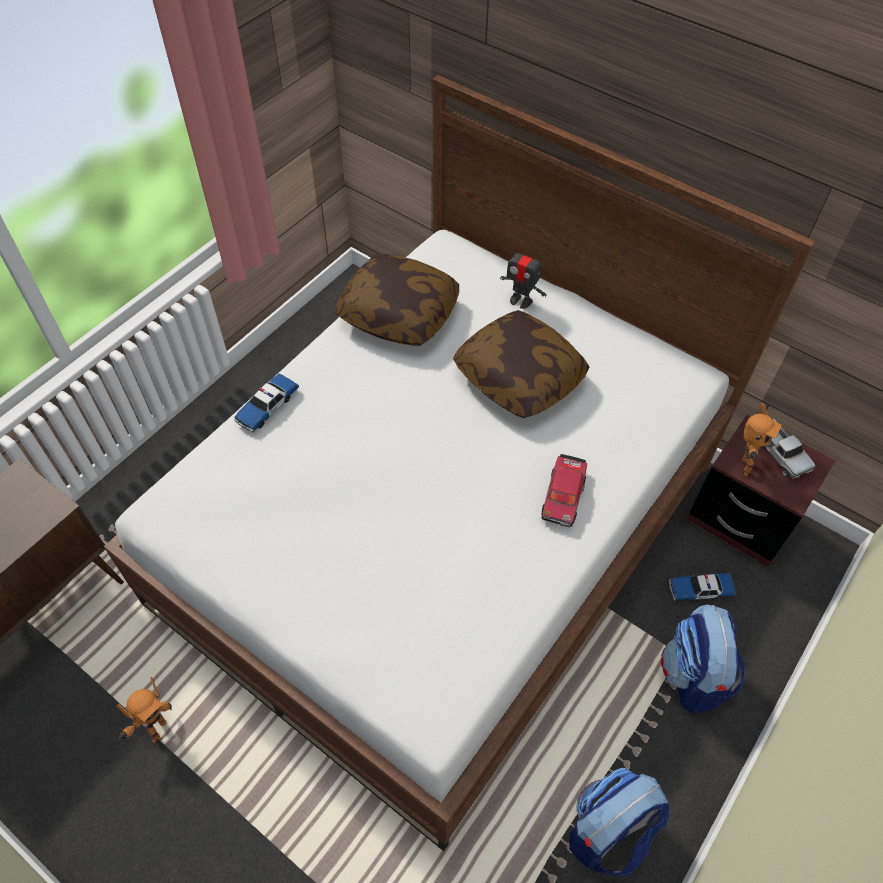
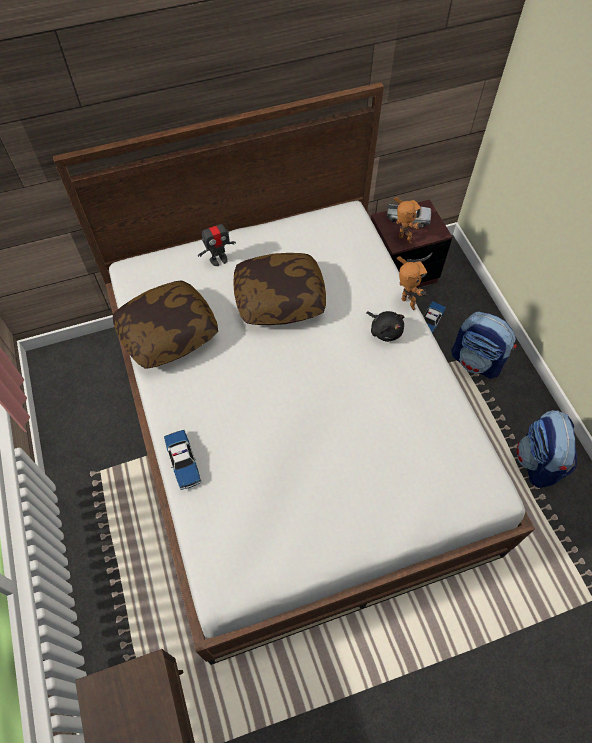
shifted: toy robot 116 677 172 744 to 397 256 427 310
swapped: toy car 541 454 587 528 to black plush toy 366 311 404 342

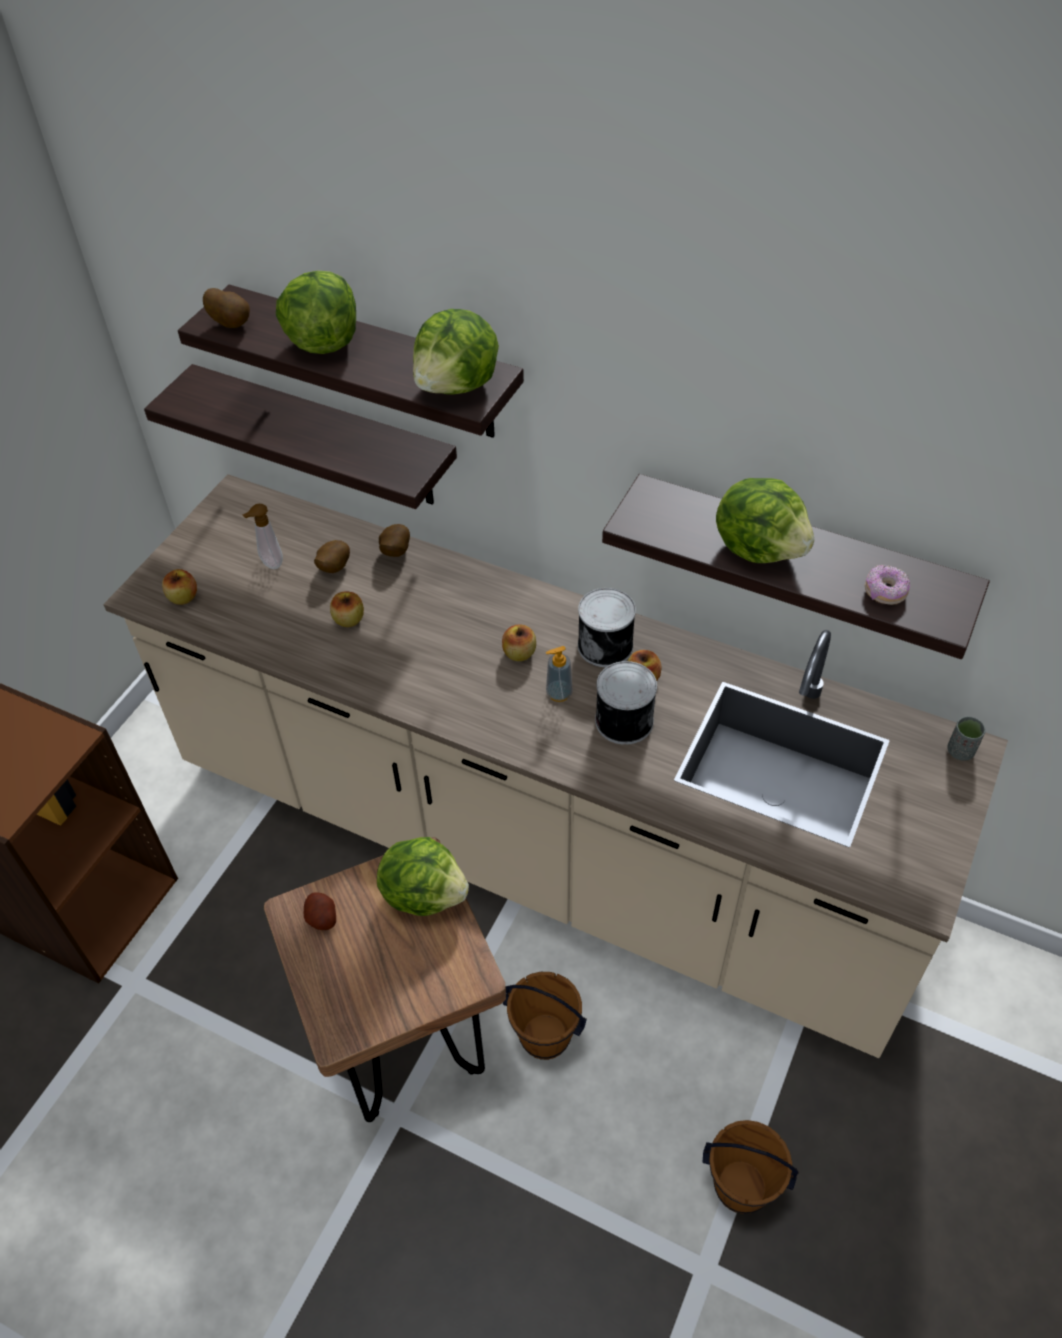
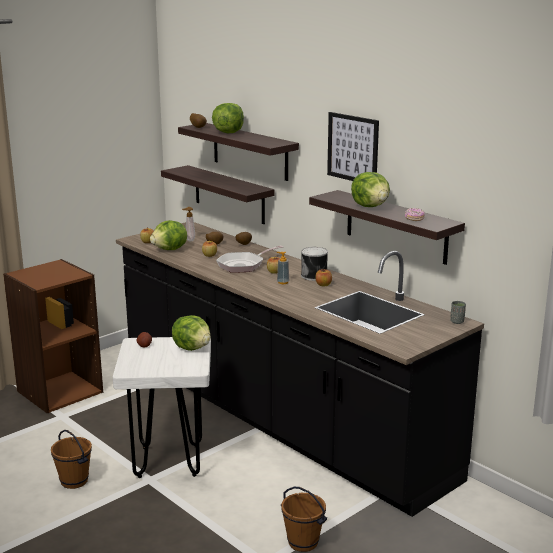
gone: can 595 661 657 745
new: frying pan 216 245 283 273; picture 327 112 379 181
shifted: lettuce 413 309 499 395 to 150 220 187 250; brown bucket 503 972 587 1060 to 51 430 92 489
repainted: beige counter 103 474 1008 1058 to black counter 116 222 484 517; brown stool 264 837 506 1122 to white stool 113 337 211 478

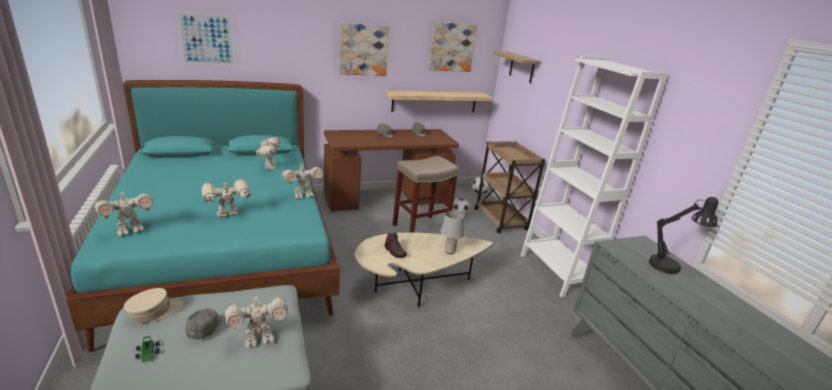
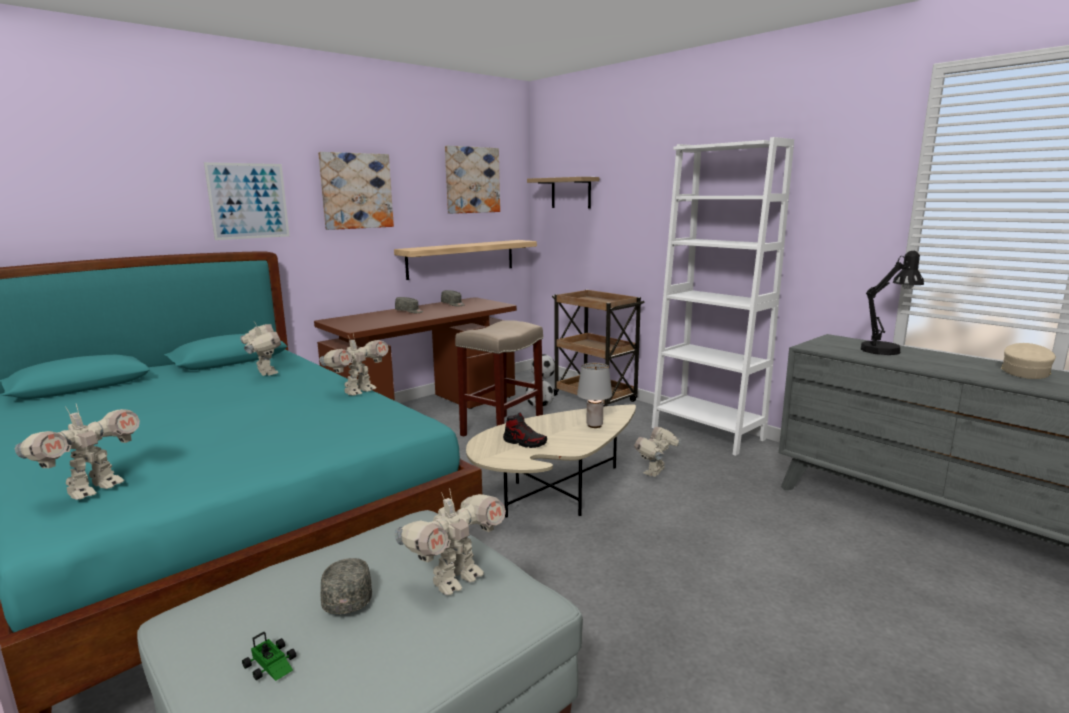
shifted: beige cap 124 288 183 323 to 1001 343 1056 379; picture 177 12 236 66 to 204 162 290 240; toy robot 202 179 251 218 to 634 427 681 477

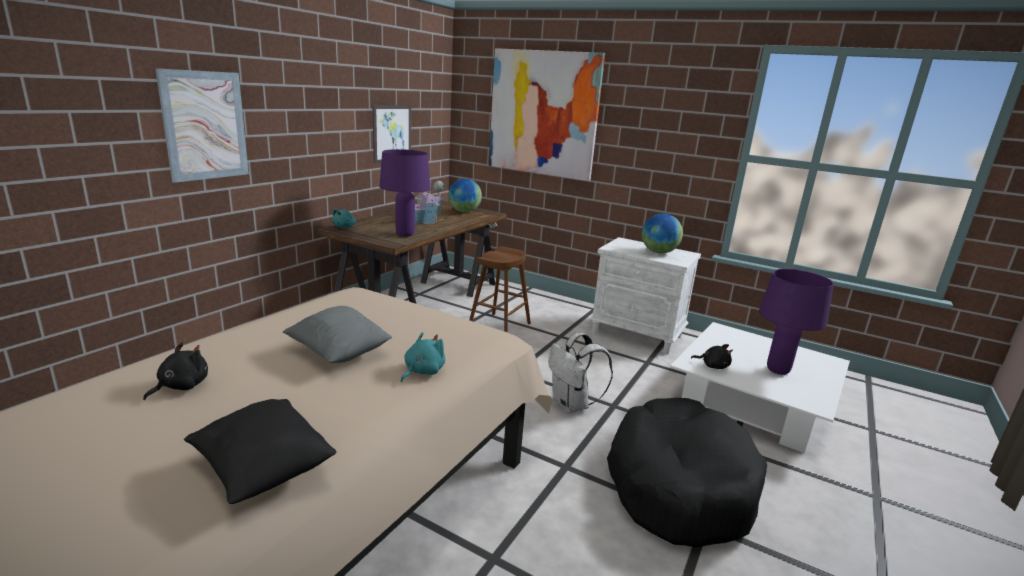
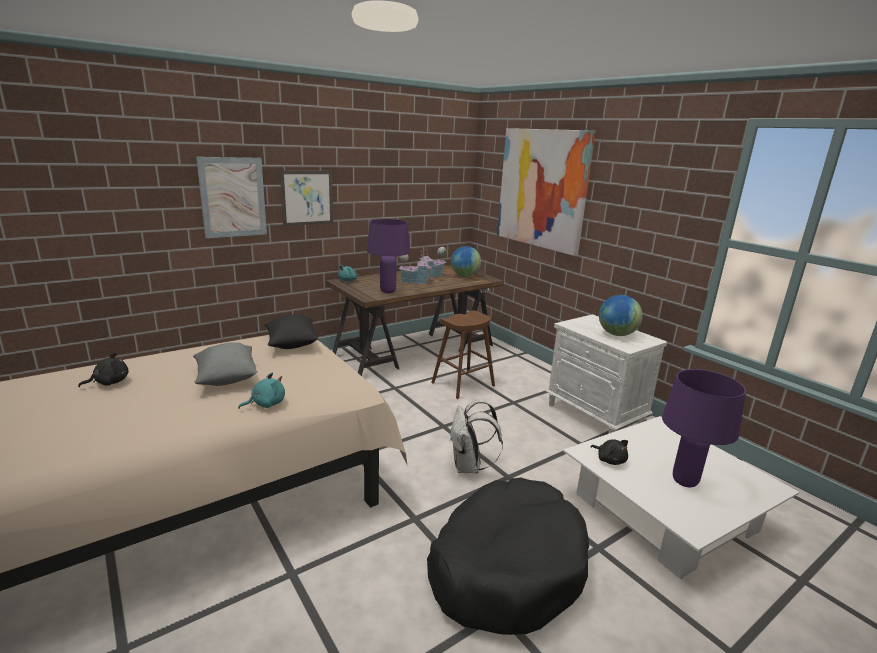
shifted: black pillow 184 399 337 504 to 264 314 319 349; picture 372 105 411 163 to 280 170 333 226

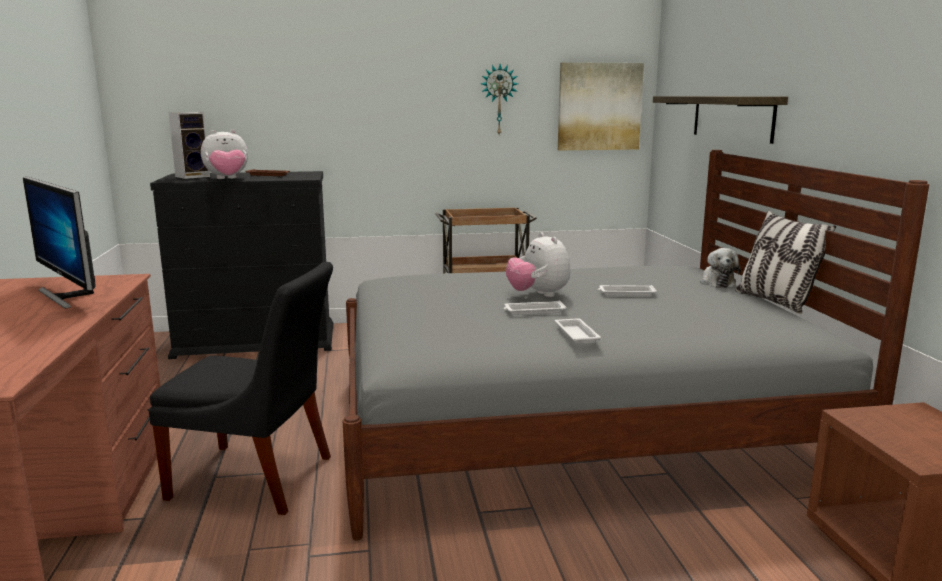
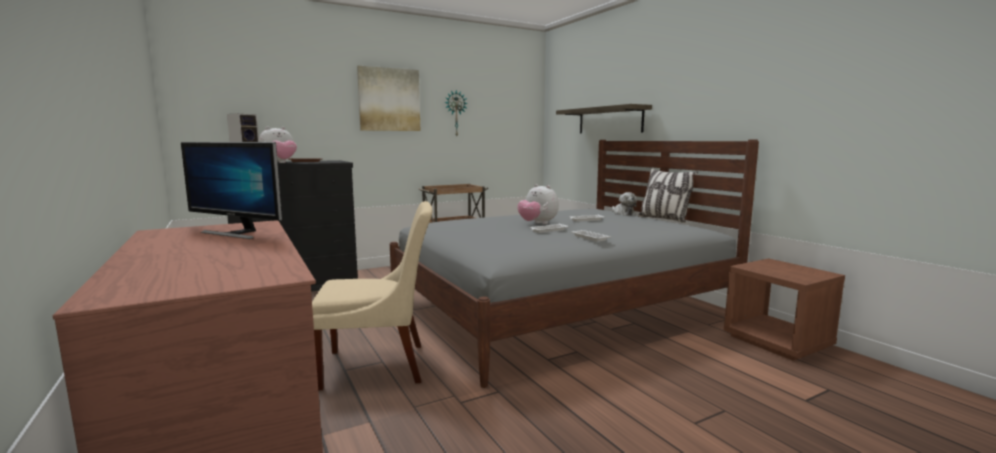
shifted: picture 558 62 644 150 to 357 66 420 131
repainted: black chair 149 262 333 515 to beige chair 312 201 433 390

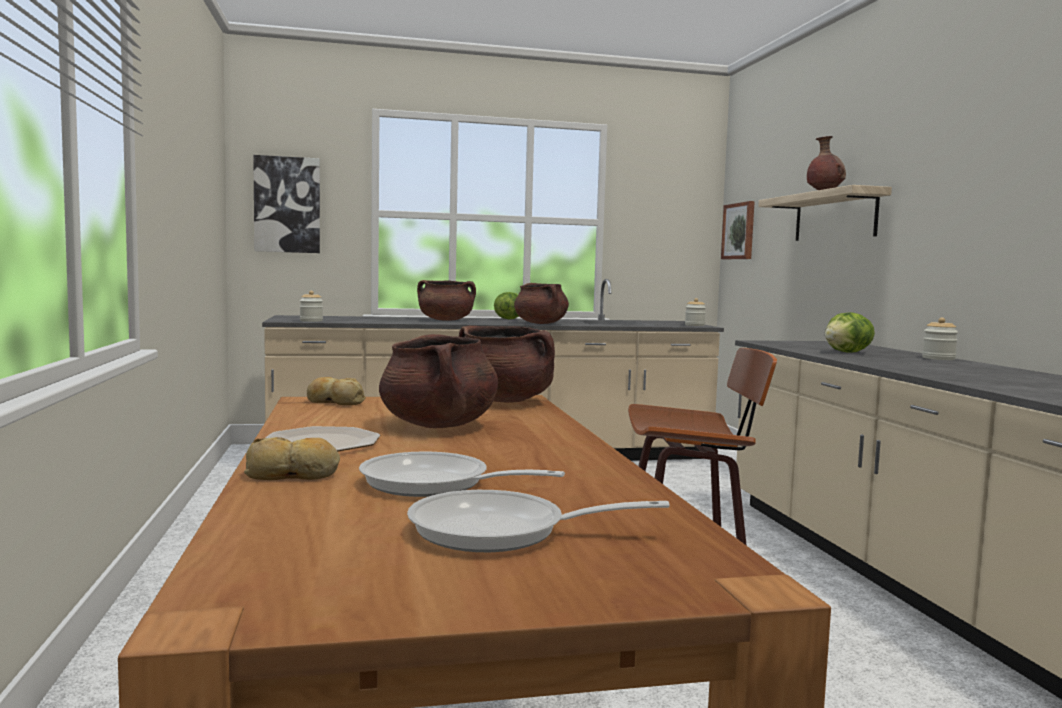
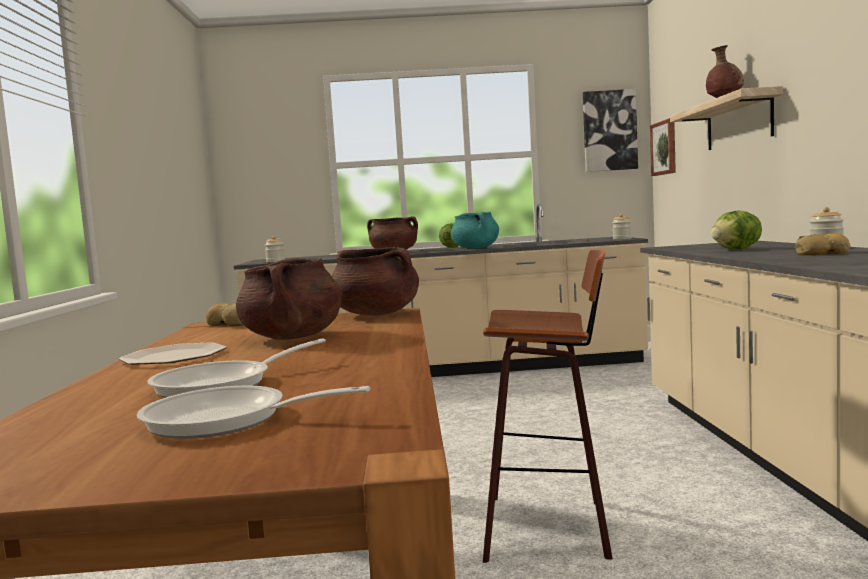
shifted: bread 244 437 340 480 to 795 233 851 255; picture 253 155 320 253 to 583 89 638 172
repainted: brown cooking pot 514 283 569 324 to turquoise cooking pot 451 212 499 249
rotated: frying pan 359 452 565 497 = 147 338 326 398 75 degrees counterclockwise

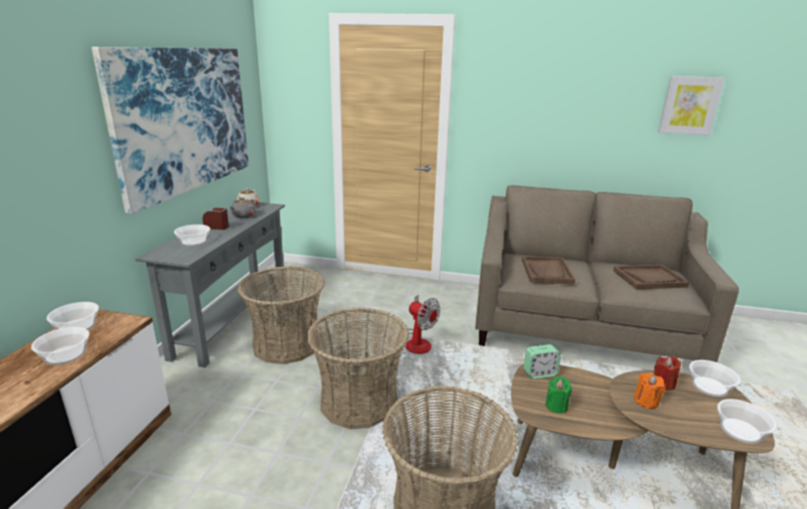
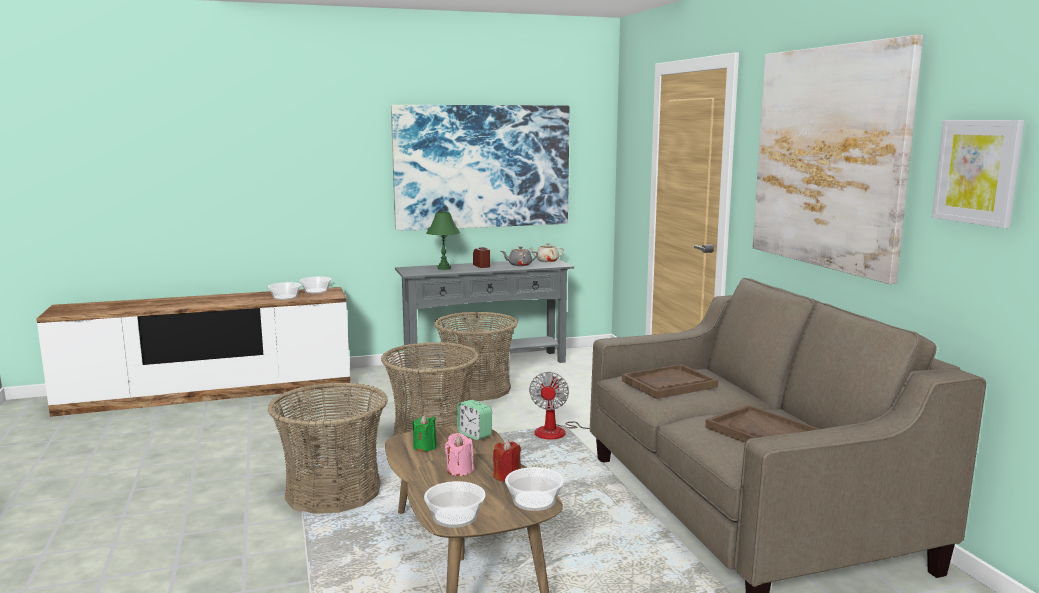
new: picture 753 35 923 284
swapped: bowl 174 224 210 246 to green table lamp 426 212 460 270
repainted: orange candle 634 373 665 409 to pink candle 445 433 474 476

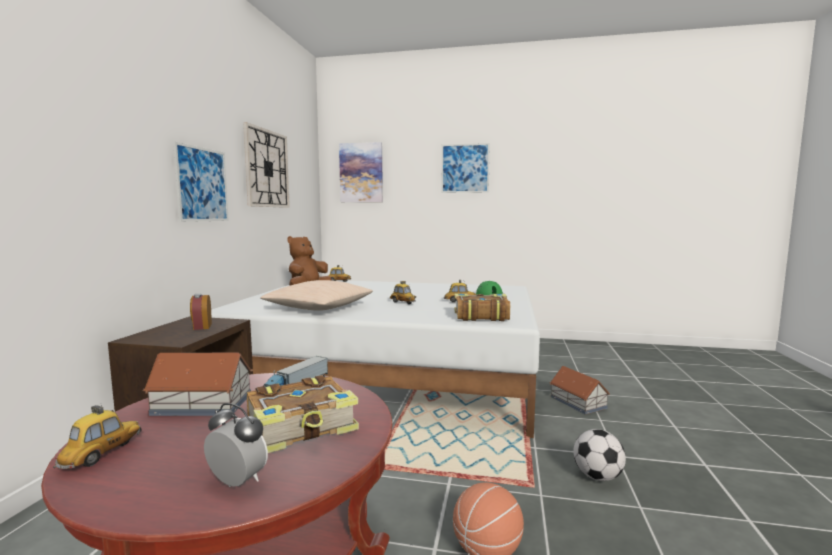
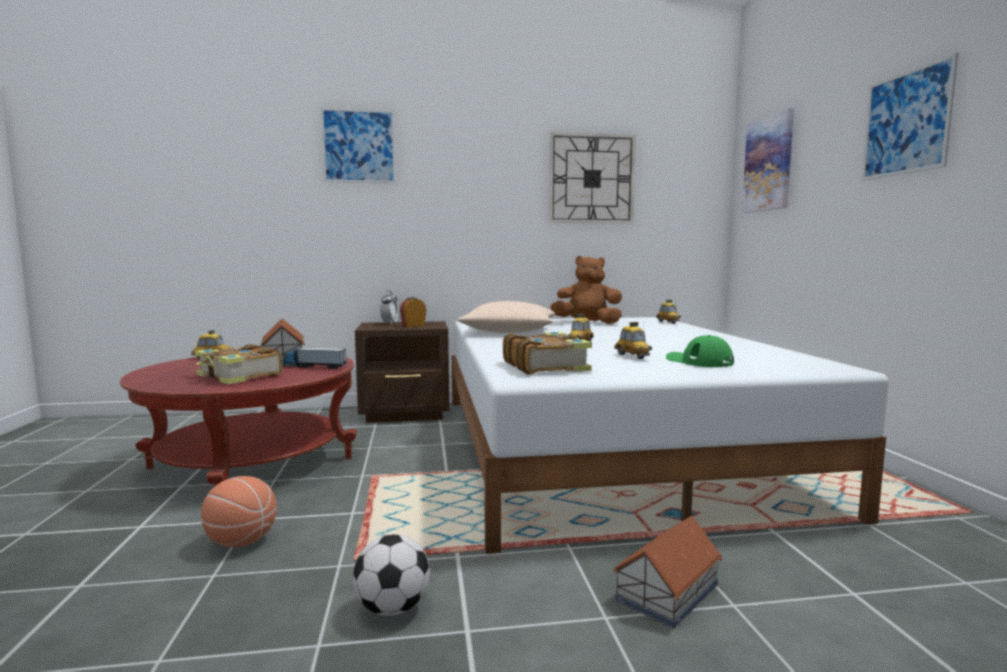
shifted: picture 173 141 229 222 to 321 108 396 183; alarm clock 204 403 268 487 to 380 290 398 324

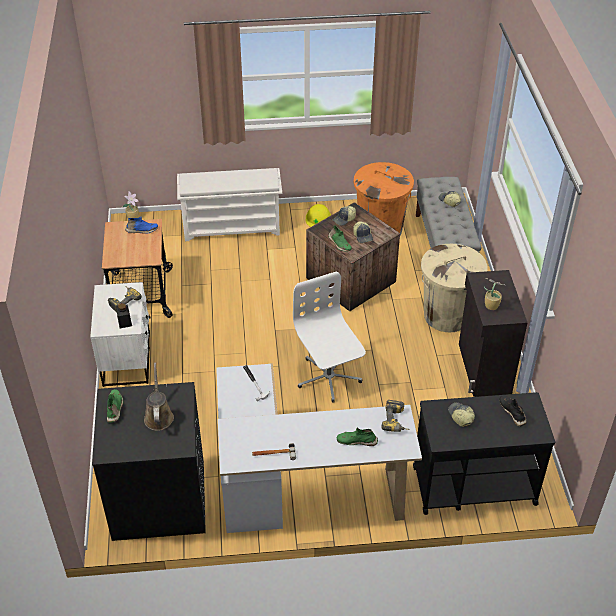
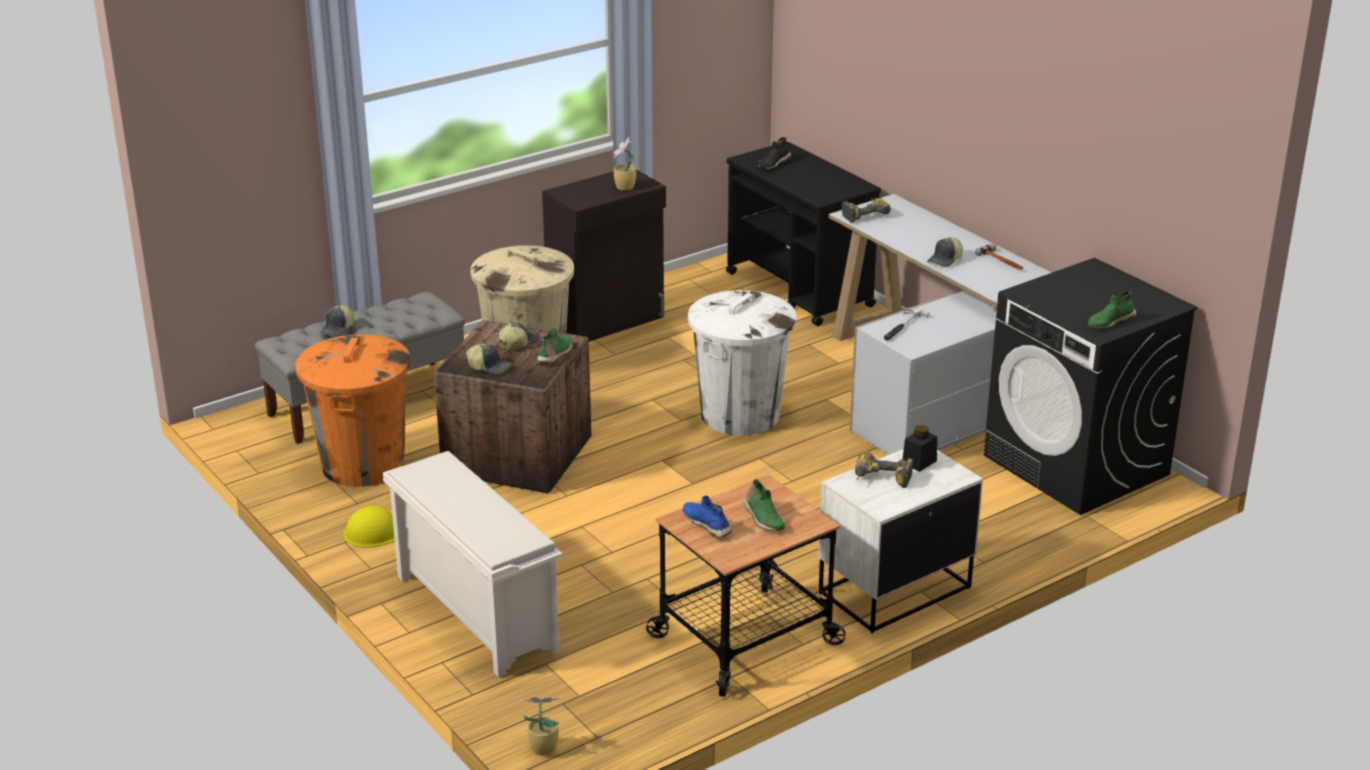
gone: brown watering can 144 362 174 431
shifted: green shoe 337 428 378 446 to 744 479 785 531; cap 448 403 475 427 to 927 237 963 267
swapped: white office chair 293 272 366 403 to white trash can 688 290 796 435

